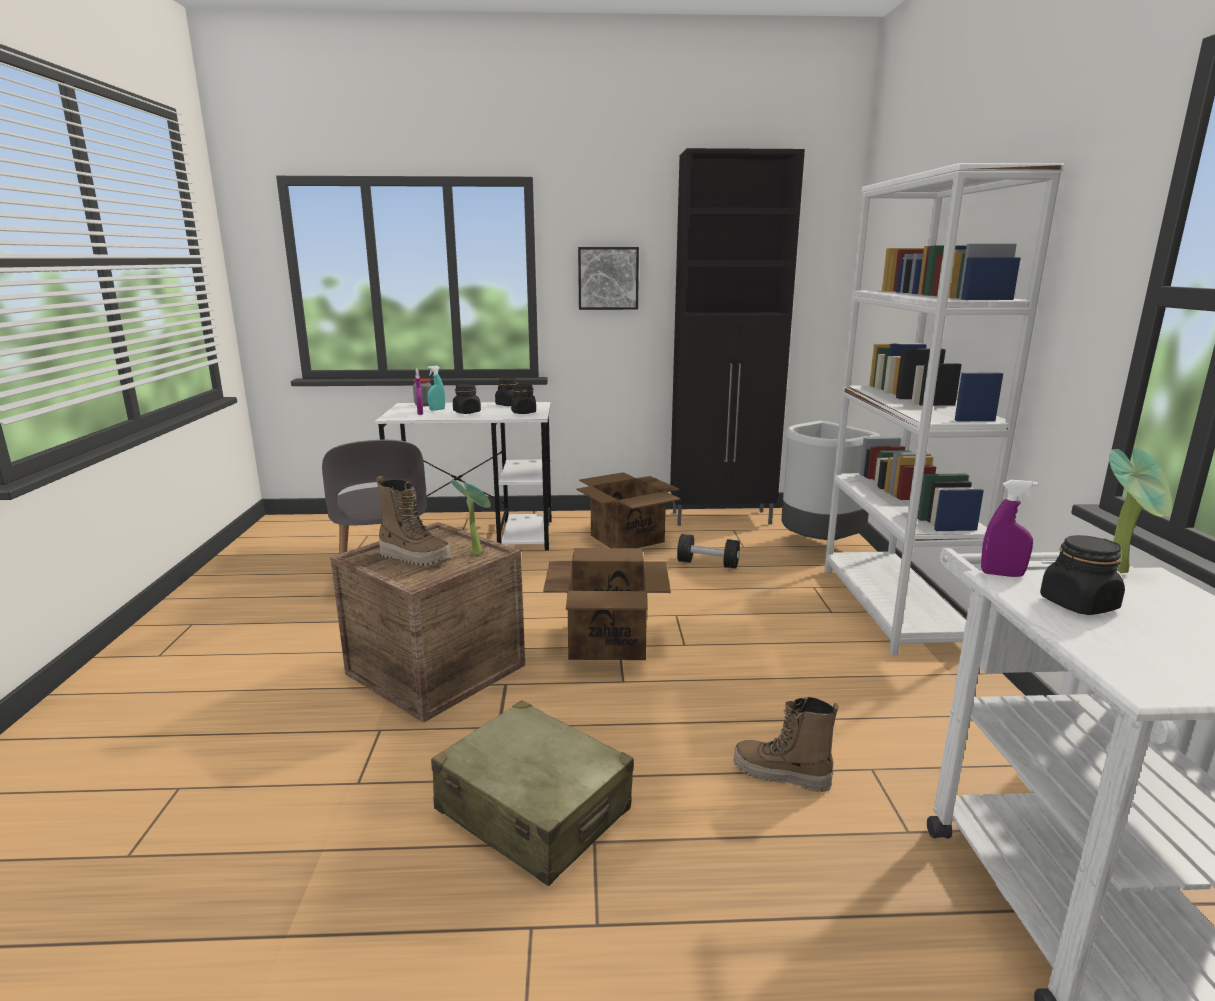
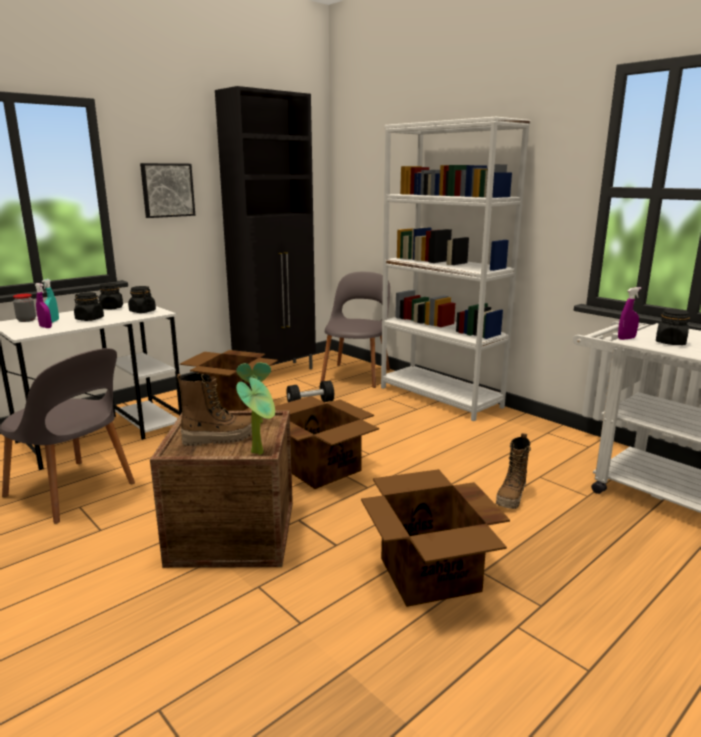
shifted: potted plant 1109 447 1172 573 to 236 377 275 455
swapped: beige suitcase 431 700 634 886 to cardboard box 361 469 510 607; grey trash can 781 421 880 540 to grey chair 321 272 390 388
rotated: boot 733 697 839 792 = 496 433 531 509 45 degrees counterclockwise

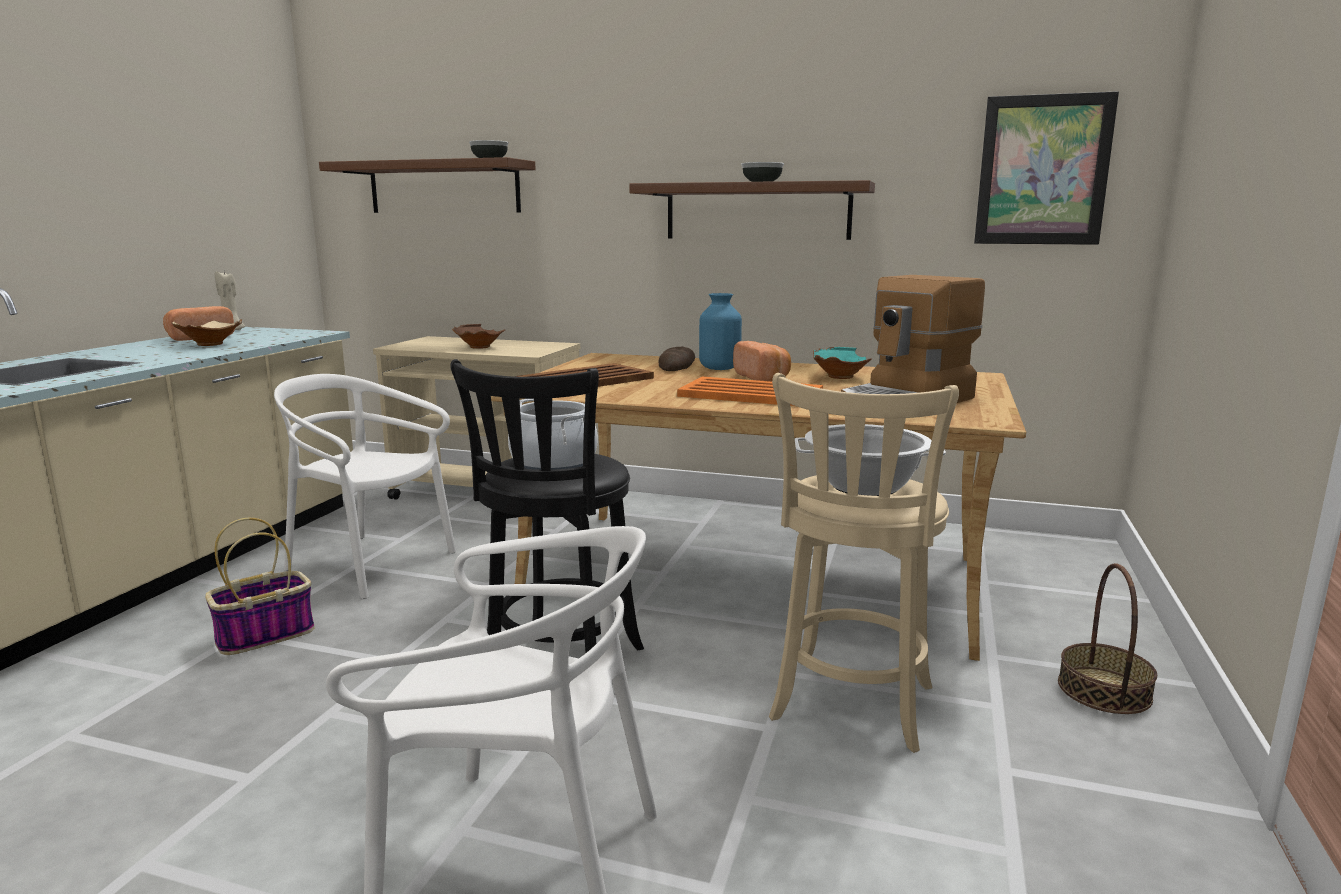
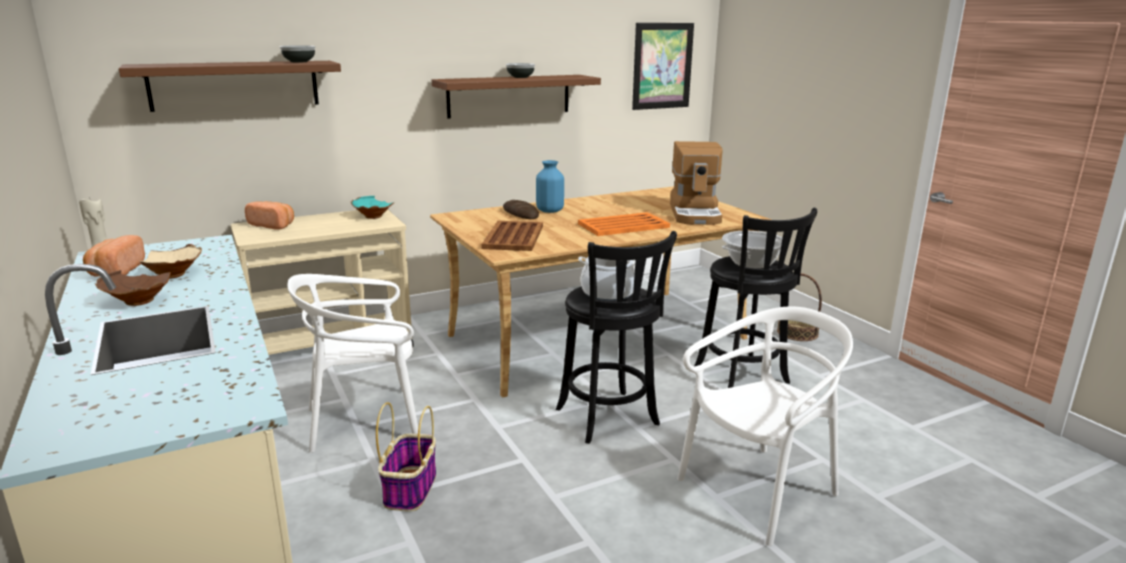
shifted: brown bowl 452 324 505 349 to 95 270 171 306; bread 733 341 791 381 to 245 201 294 230; turquoise bowl 813 347 872 379 to 351 196 394 219
repainted: beige stool 769 373 959 753 to black stool 694 208 817 388

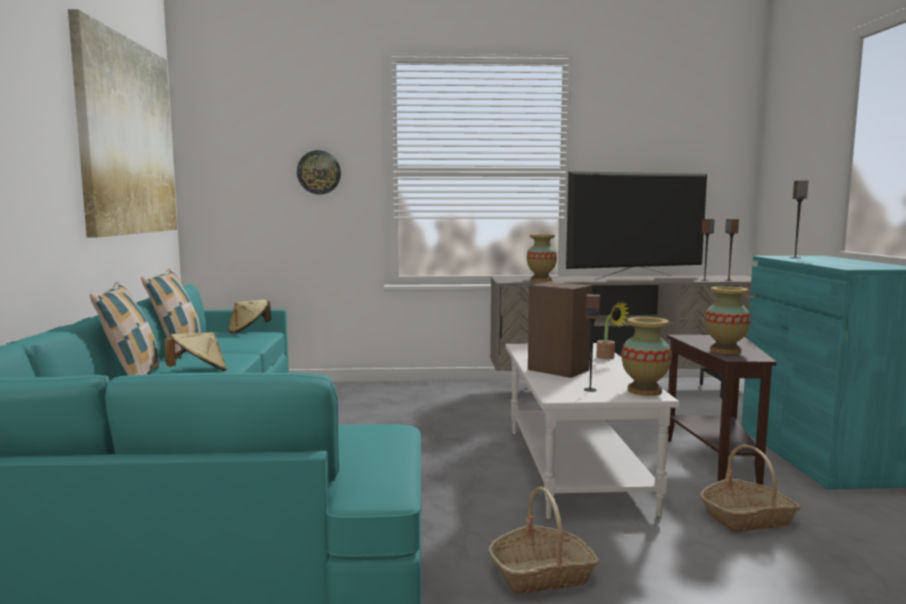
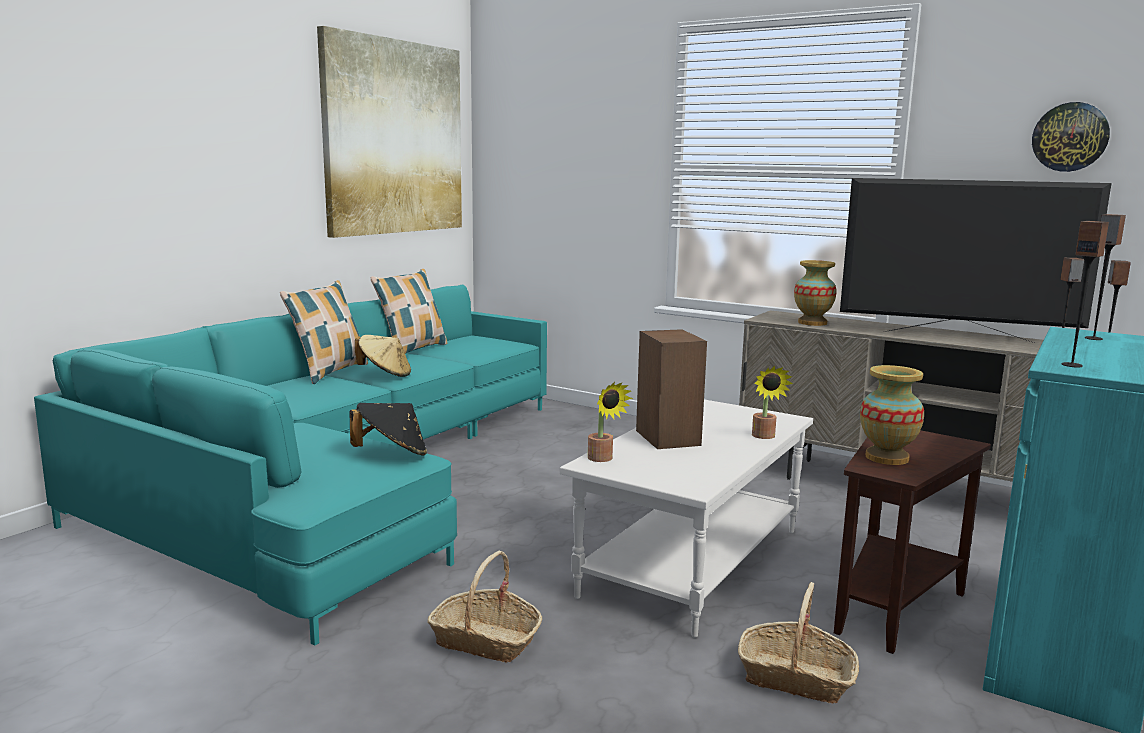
gone: beige hat 228 300 271 334; vase 622 317 672 396
new: black hat 350 403 427 456; potted plant 588 382 633 462
shifted: wall clock 297 150 341 194 to 1032 102 1110 172; speaker 584 294 600 392 to 1062 221 1109 367

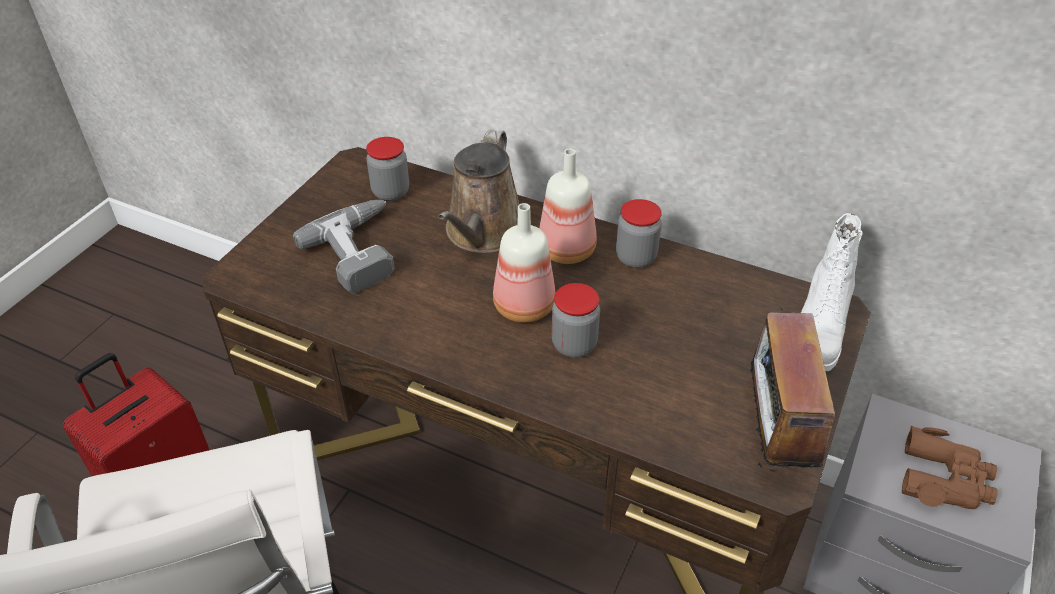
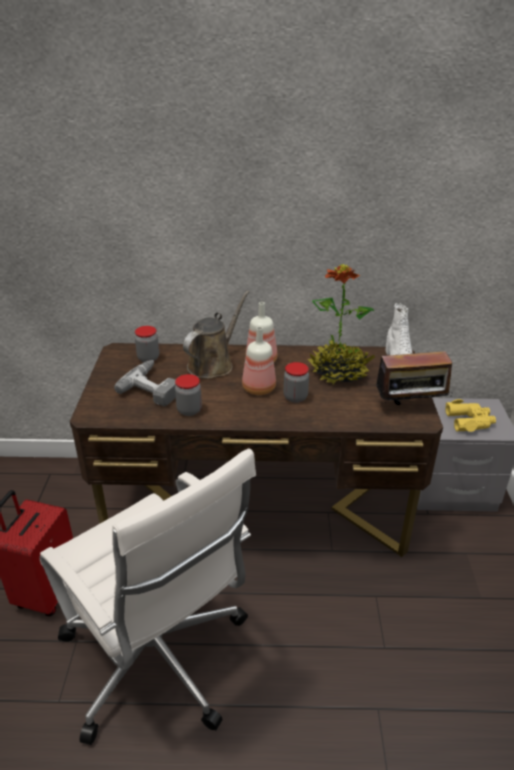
new: potted plant 308 264 375 384
shifted: jar 616 199 662 268 to 175 374 202 416
repainted: brown binoculars 902 426 998 509 to yellow binoculars 445 399 496 432
rotated: brown watering can 438 129 519 253 = 183 291 249 379 135 degrees counterclockwise; radio 722 308 845 472 = 372 351 453 405 75 degrees counterclockwise

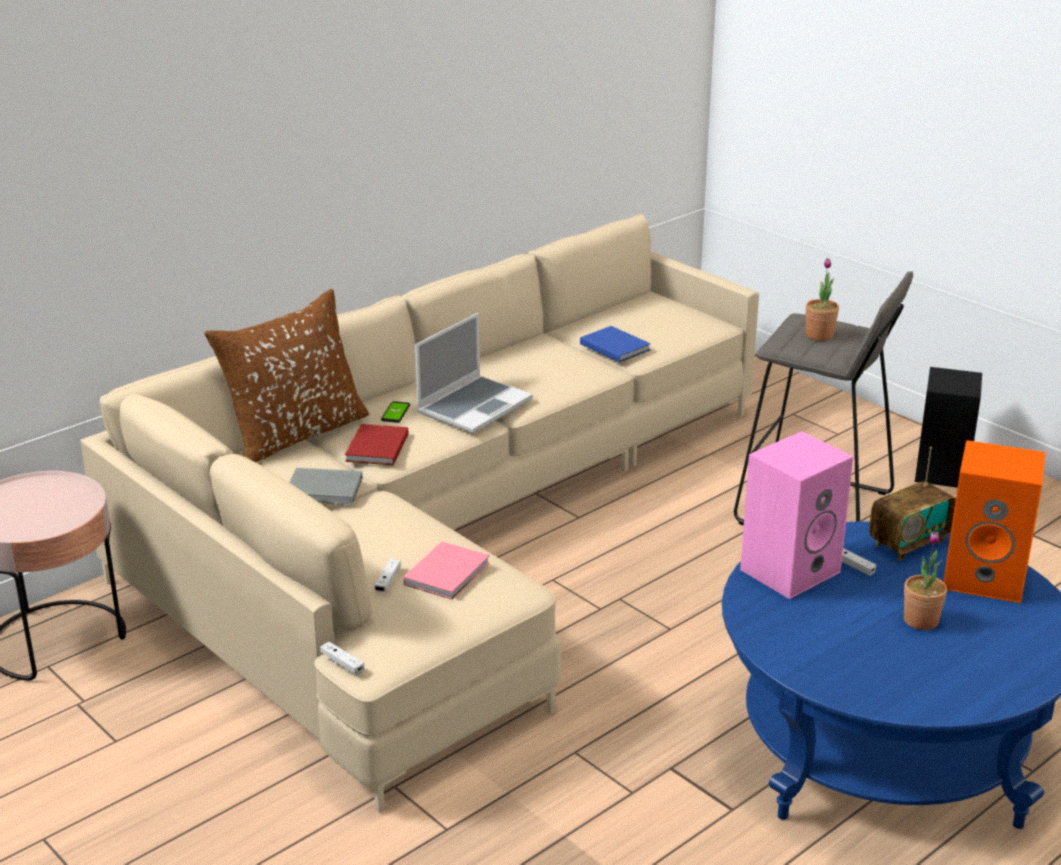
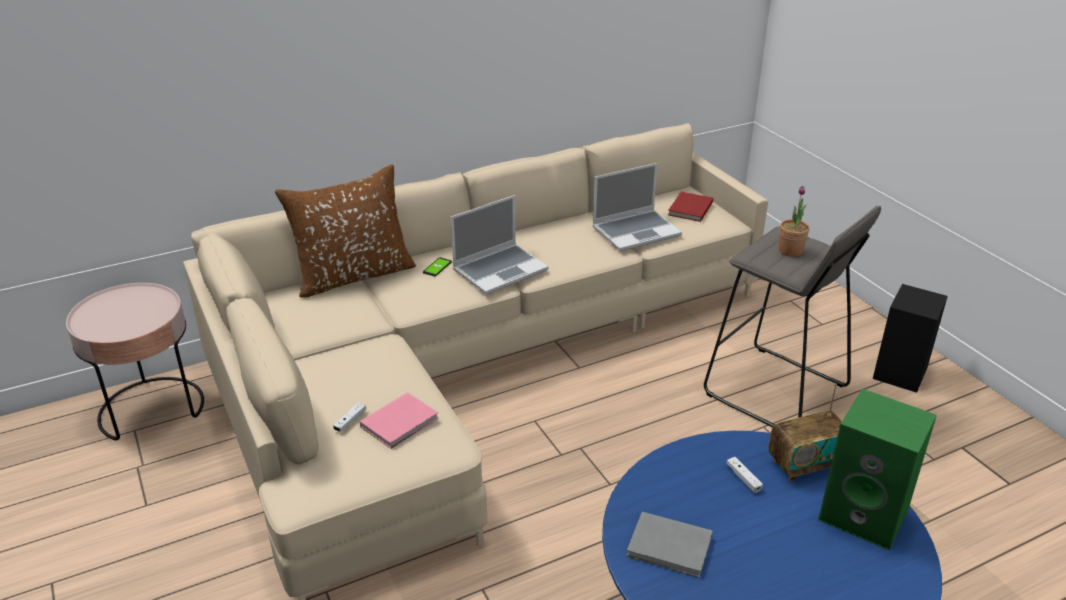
gone: white game controller 320 642 364 675; pink speaker 740 431 854 599; potted plant 904 531 947 630
shifted: grey book 289 468 363 504 to 626 512 713 578; red book 345 424 408 465 to 668 192 713 222
swapped: blue book 580 326 651 363 to laptop 592 163 682 251
repainted: orange speaker 943 440 1046 603 to green speaker 818 389 937 550

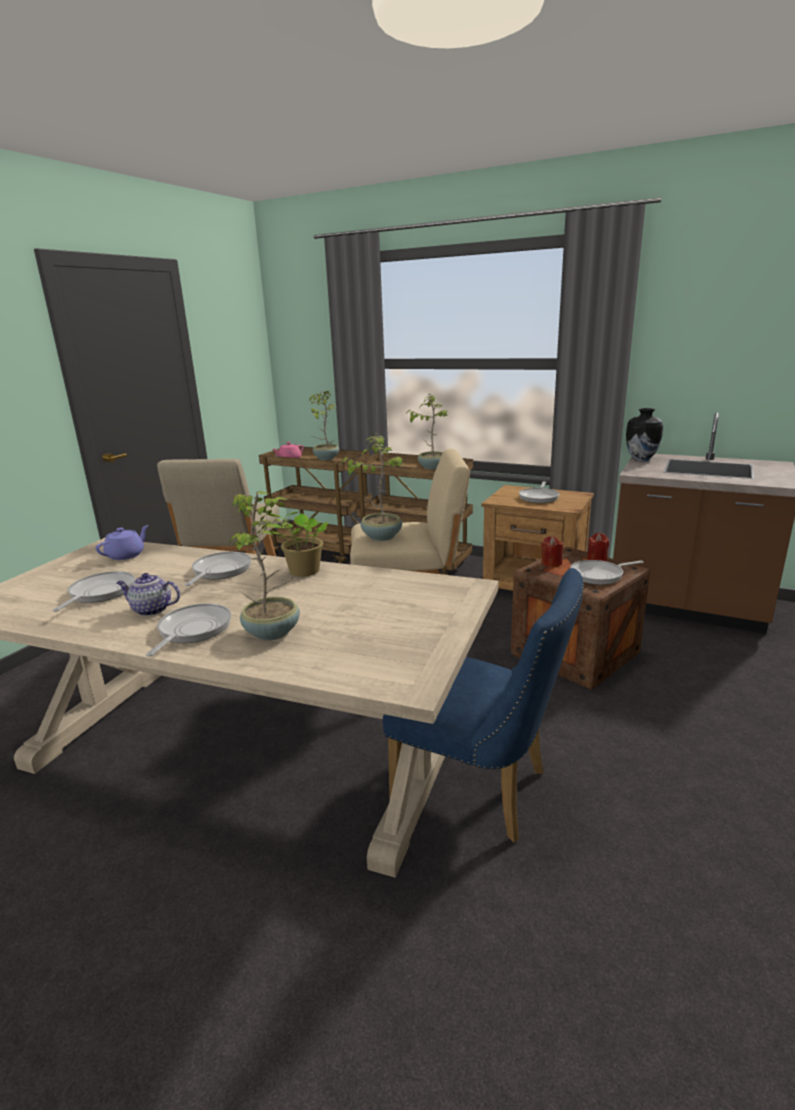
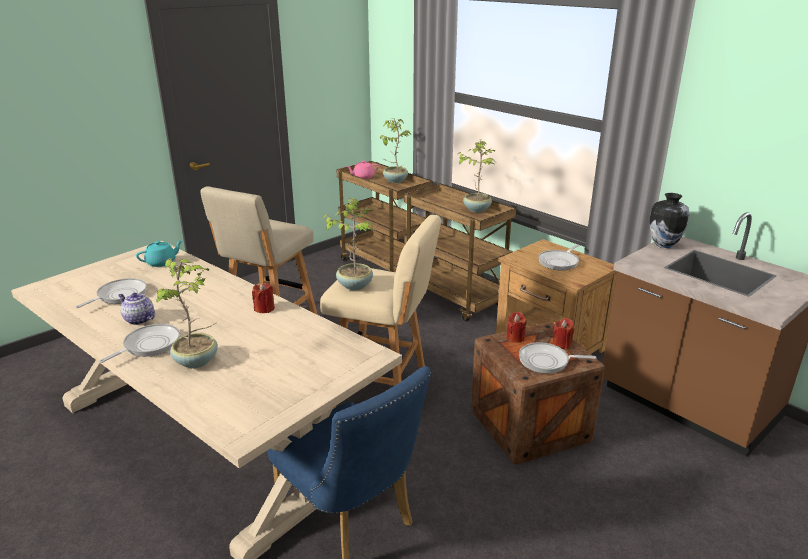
gone: frying pan 185 552 251 586
swapped: potted plant 266 512 329 577 to red candle 252 283 275 313
repainted: purple teapot 96 525 149 560 to turquoise teapot 136 240 183 267

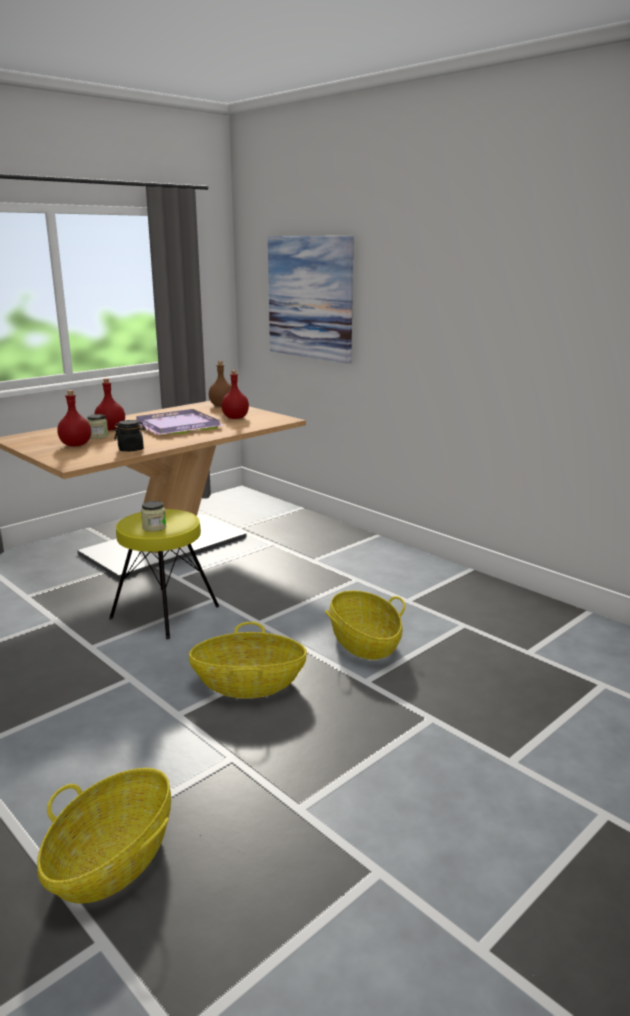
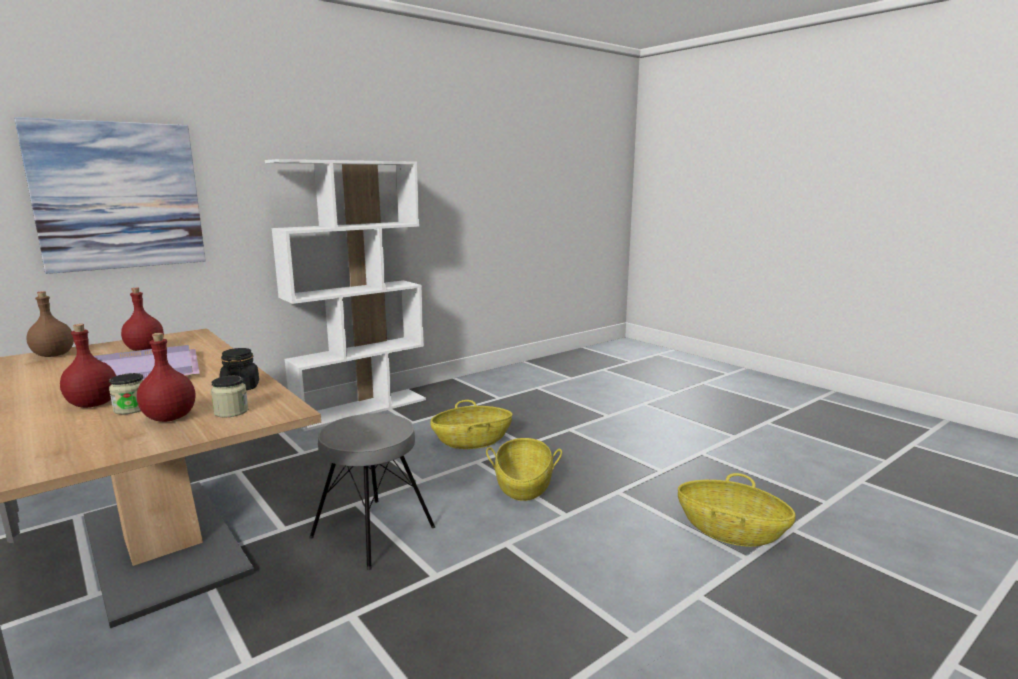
new: white bookcase 265 159 426 431
shifted: jar 141 501 166 532 to 211 376 249 418
repainted: yellow stool 109 509 219 639 to grey stool 309 413 435 570

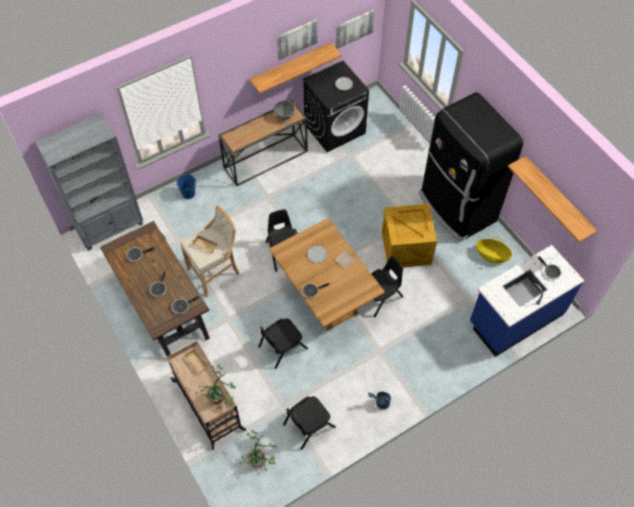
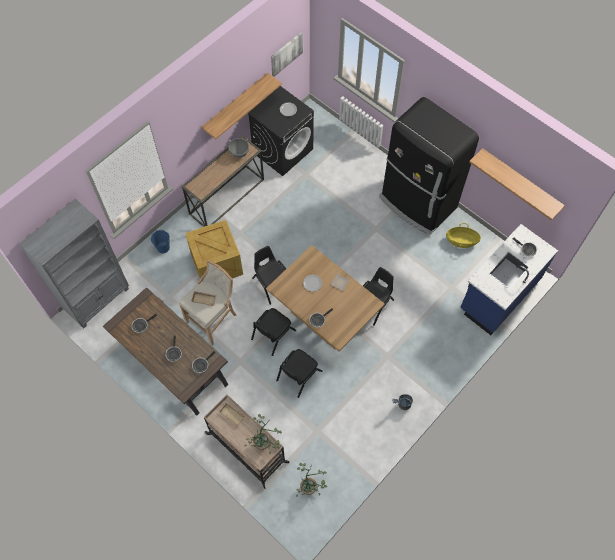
gone: picture 277 19 318 60
shifted: black chair 283 396 336 450 to 251 308 296 356; crate 382 204 437 267 to 185 220 243 278

